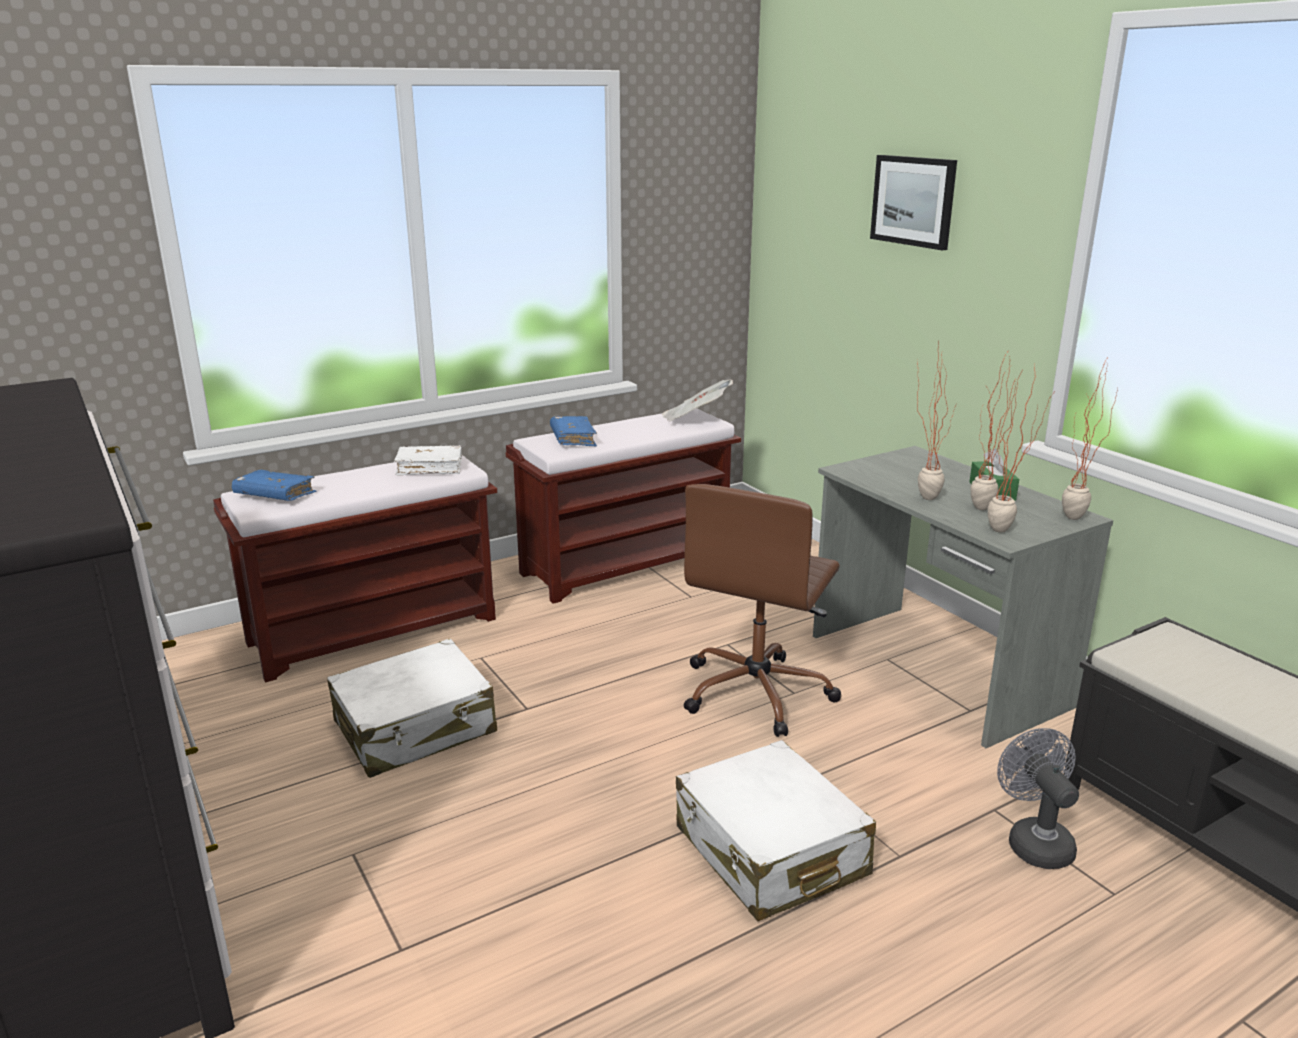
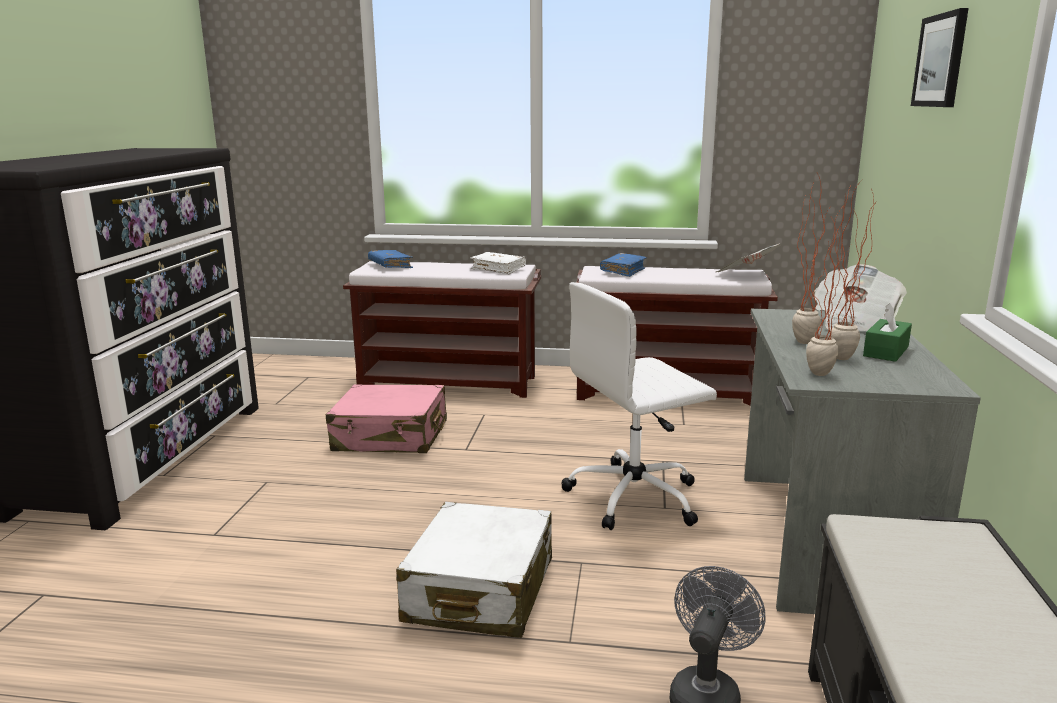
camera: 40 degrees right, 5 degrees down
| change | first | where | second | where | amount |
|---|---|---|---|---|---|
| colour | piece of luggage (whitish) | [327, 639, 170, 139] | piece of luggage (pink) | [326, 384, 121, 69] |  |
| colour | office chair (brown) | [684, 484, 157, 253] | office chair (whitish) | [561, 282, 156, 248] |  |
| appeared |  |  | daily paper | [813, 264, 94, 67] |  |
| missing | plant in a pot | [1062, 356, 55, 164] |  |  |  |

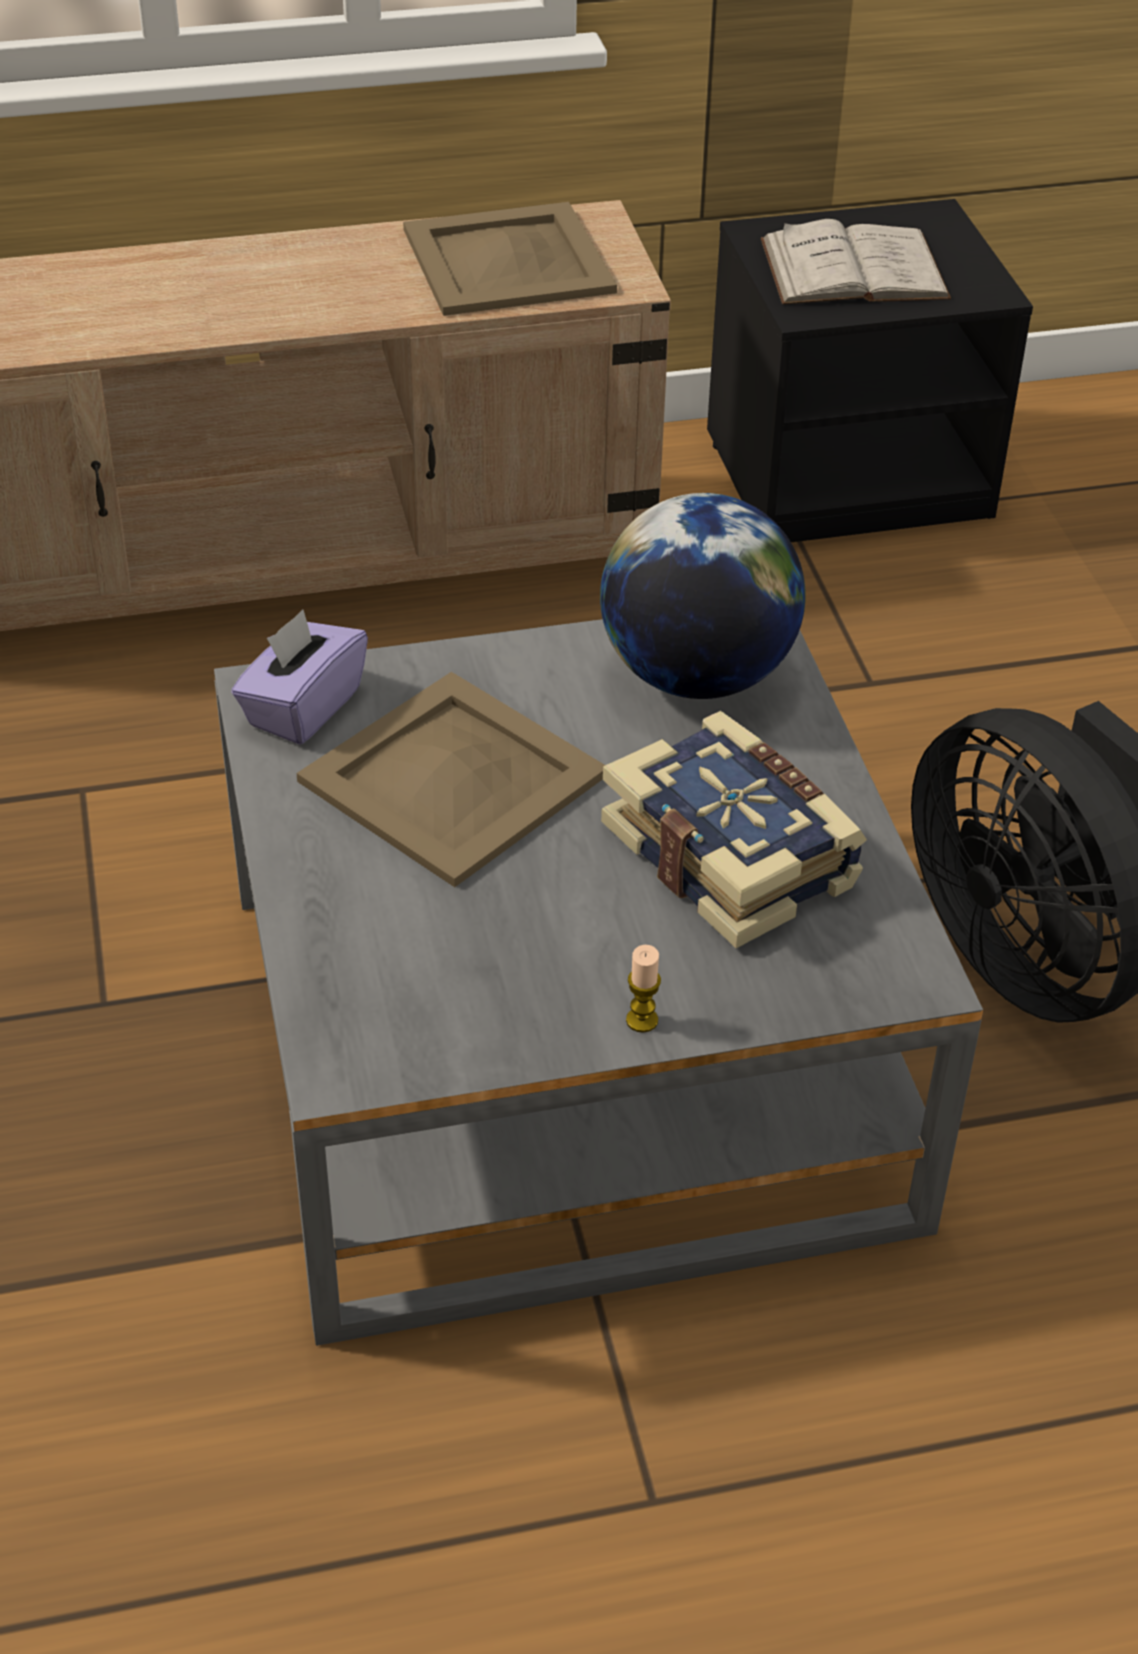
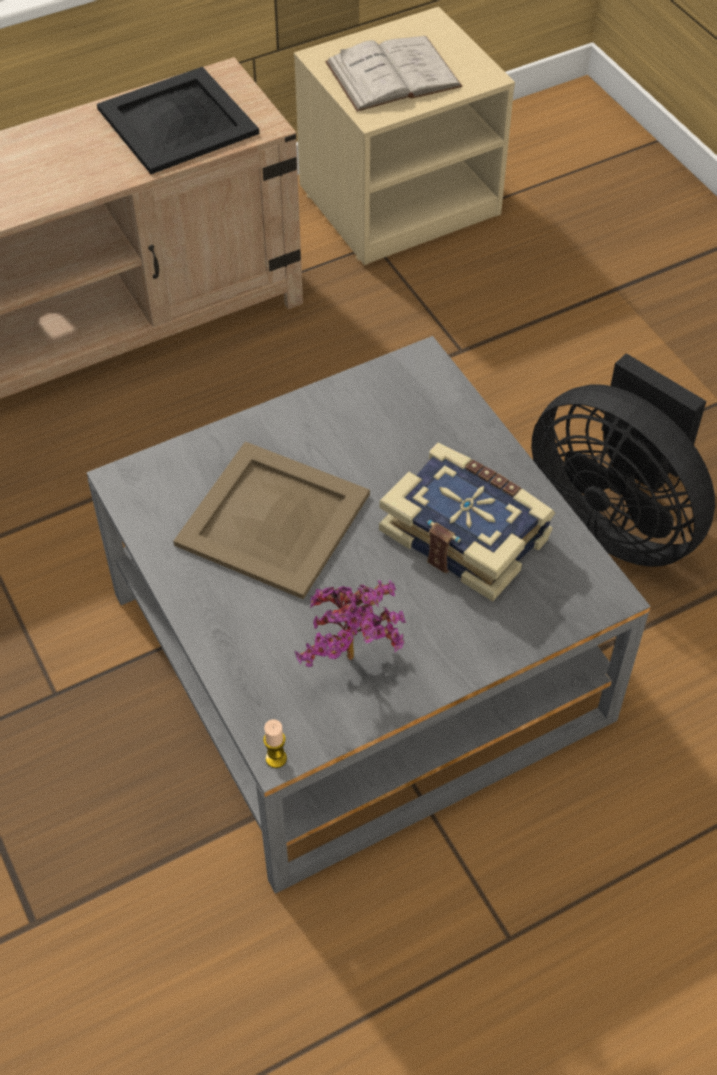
camera: 15 degrees left, 10 degrees up
| change | first | where | second | where | amount |
|---|---|---|---|---|---|
| colour | serving tray (beige-coloured) | [403, 202, 214, 114] | serving tray (blackish) | [97, 67, 162, 107] |  |
| relocated | wax light | [626, 945, 35, 88] |  | [263, 719, 24, 49] |  |
| colour | nightstand (blackish) | [707, 199, 326, 343] | nightstand (beige-coloured) | [294, 7, 221, 258] |  |
| appeared |  |  | plant in a pot | [295, 580, 111, 87] |  |
| missing | box of tissues (purple-coloured) | [231, 609, 137, 136] |  |  |  |
| missing | globe | [600, 493, 206, 206] |  |  |  |

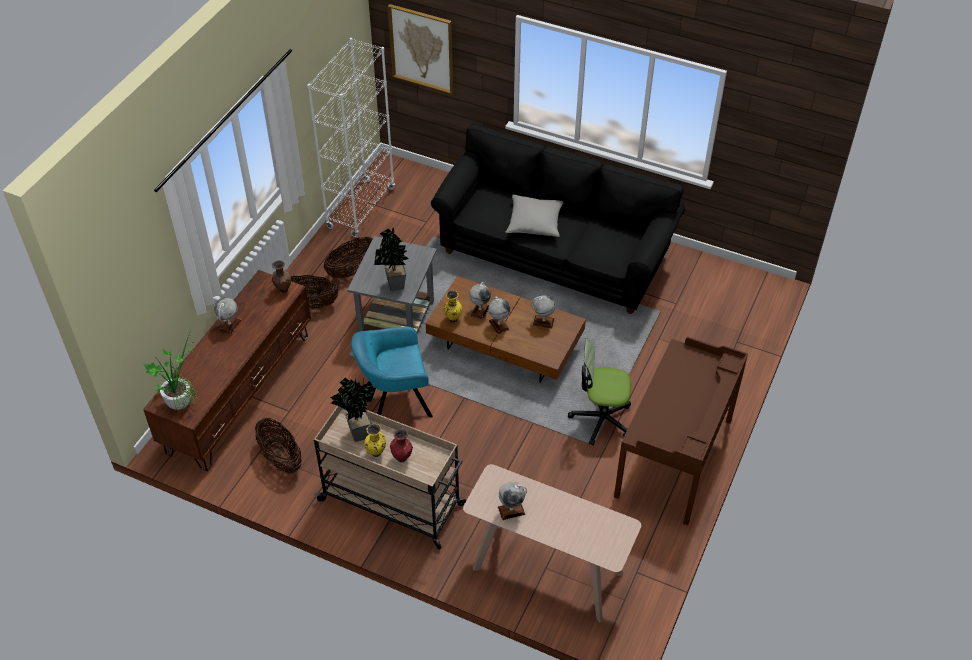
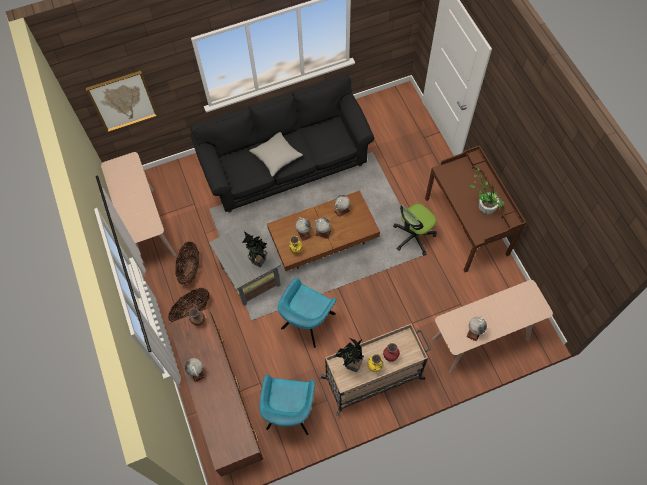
camera: 45 degrees left, 15 degrees up
| change | first | where | second | where | amount |
|---|---|---|---|---|---|
| exchanged | bookshelf (whitish) | [307, 38, 88, 199] | narrow table (beige-coloured) | [101, 152, 75, 105] |  |
| exchanged | household basket | [255, 418, 47, 56] | easy chair (blue-green) | [259, 374, 56, 61] |  |
| relocated | plant in a pot | [143, 333, 56, 78] |  | [468, 167, 37, 48] |  |

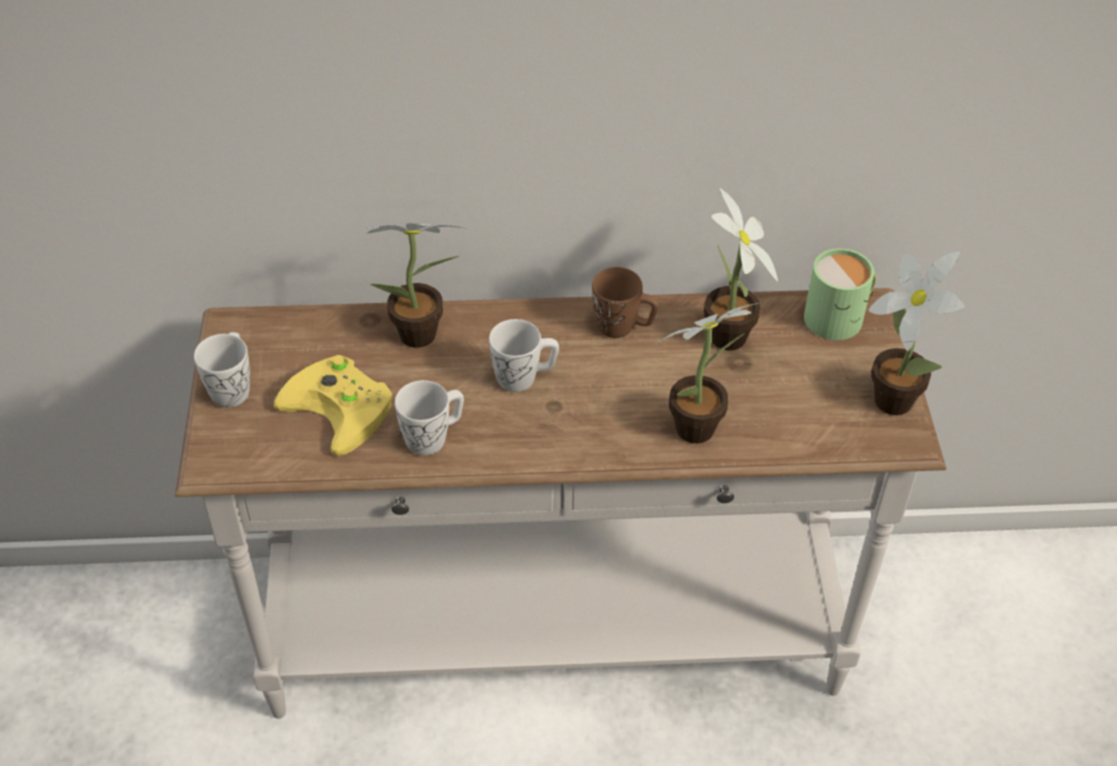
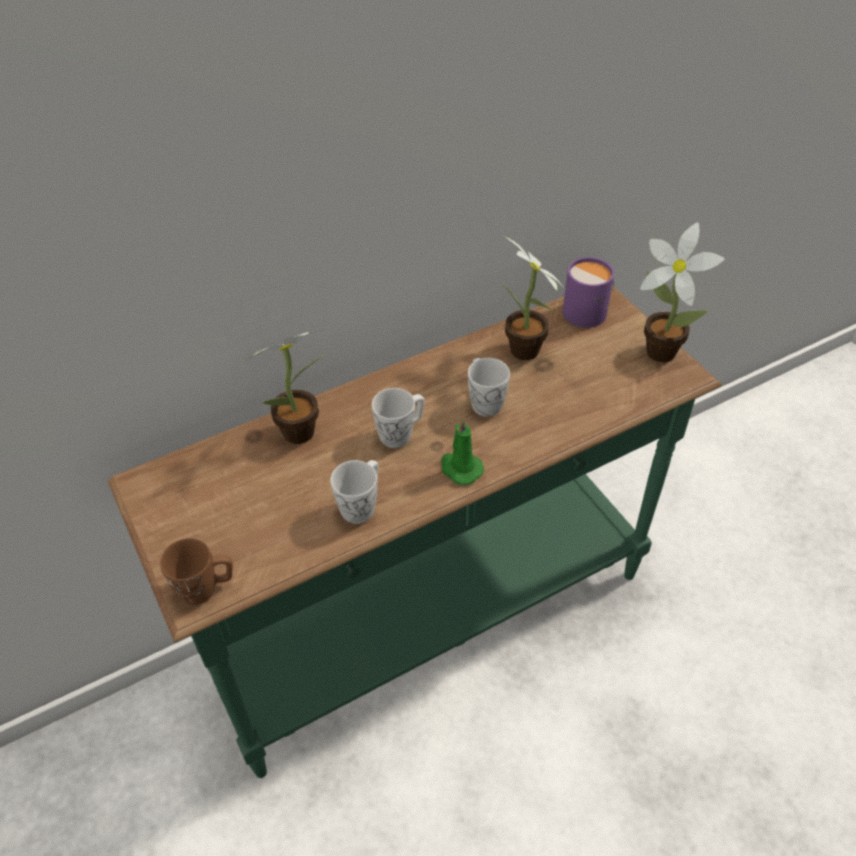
camera: 25 degrees left, 0 degrees up
| change | first | where | second | where | amount |
|---|---|---|---|---|---|
| colour | narrow table (whitish) | [175, 288, 771, 431] | narrow table (greenish) | [108, 285, 614, 493] |  |
| relocated | tea mug (brown) | [592, 267, 67, 71] |  | [160, 538, 73, 67] |  |
| appeared |  |  | wax light (greenish) | [441, 418, 43, 67] |  |
| relocated | tea mug (whitish) | [194, 332, 56, 76] |  | [468, 358, 42, 59] |  |
| colour | tea mug (greenish) | [804, 248, 73, 92] | tea mug (purple-coloured) | [562, 257, 52, 71] |  |
| missing | joypad (yellowish) | [274, 355, 118, 101] |  |  |  |
| missing | plant in a pot | [654, 303, 104, 140] |  |  |  |

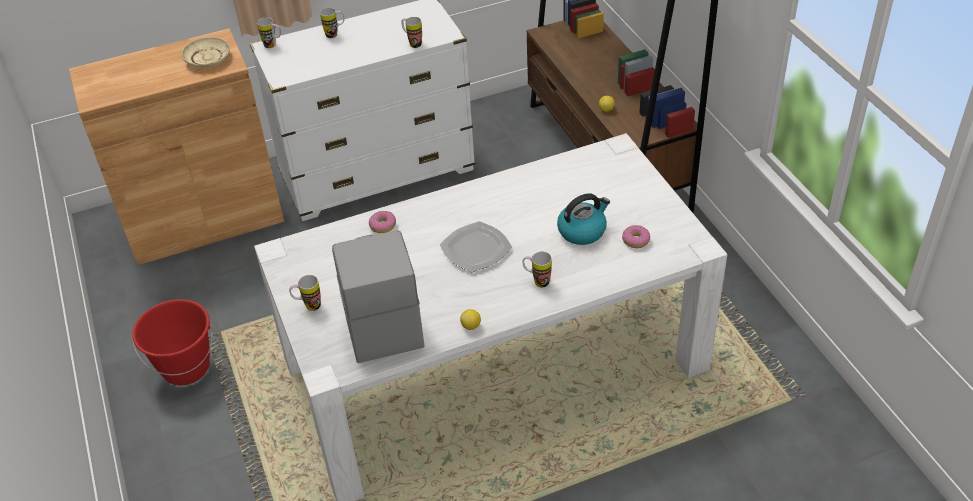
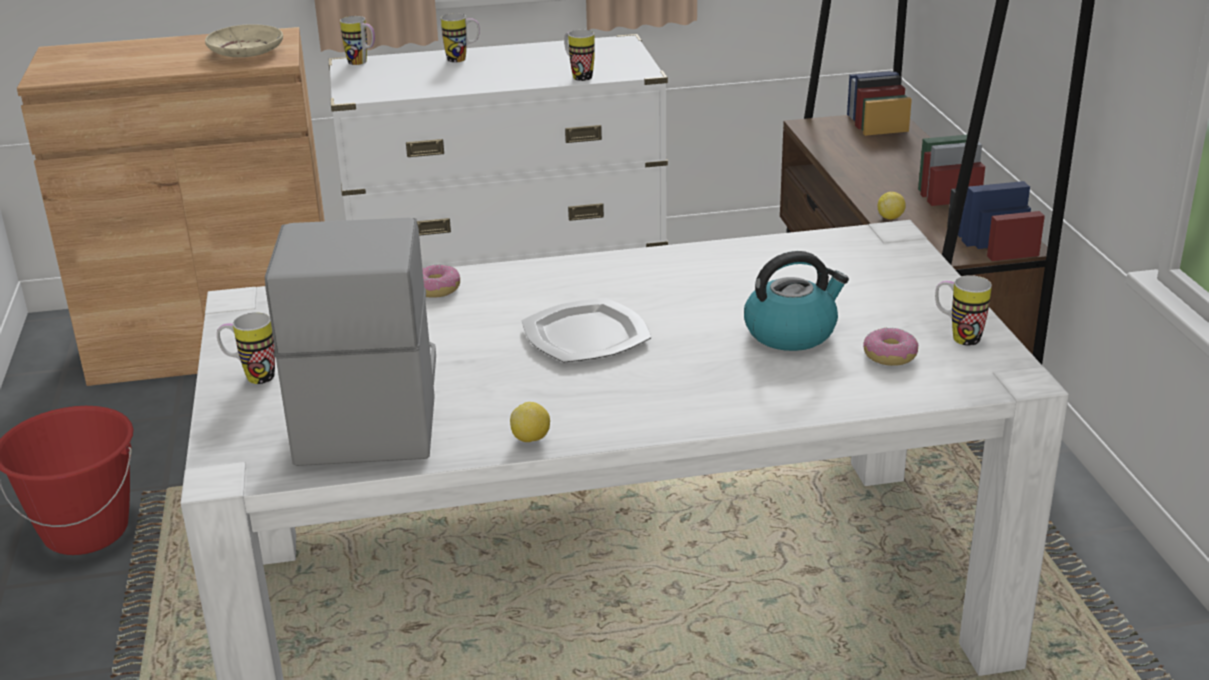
camera: 10 degrees right, 15 degrees down
| change | first | where | second | where | amount |
|---|---|---|---|---|---|
| relocated | tea mug | [523, 251, 29, 37] |  | [935, 275, 57, 71] |  |

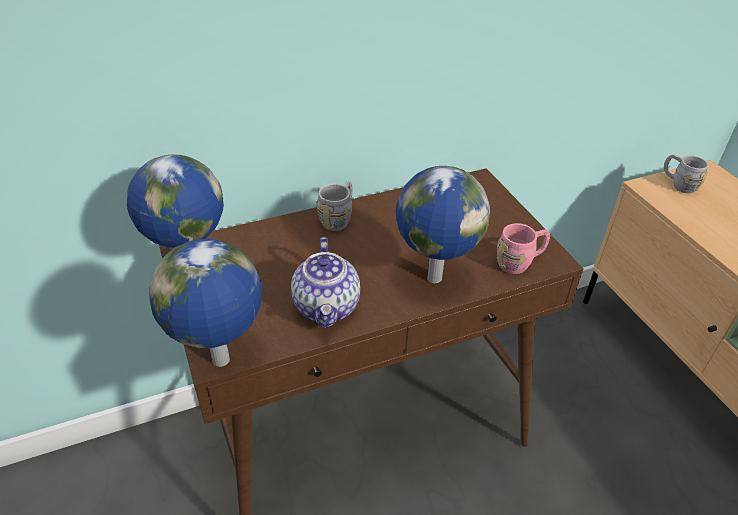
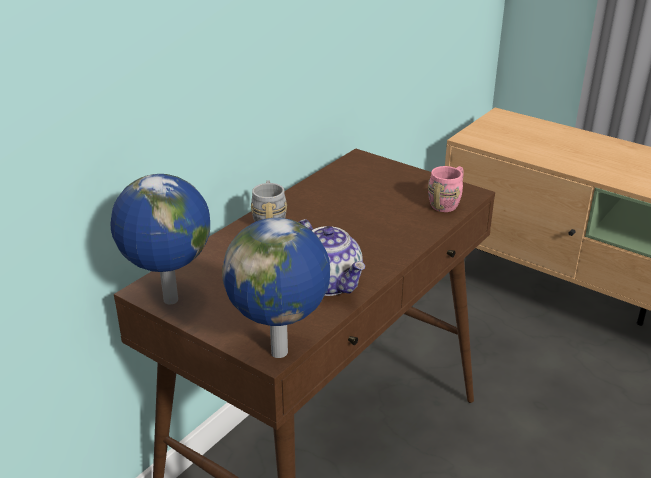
camera: 30 degrees left, 10 degrees down
| change | first | where | second | where | amount |
|---|---|---|---|---|---|
| missing | globe | [396, 166, 94, 117] |  |  |  |
| missing | tea mug (greyish) | [664, 155, 45, 38] |  |  |  |

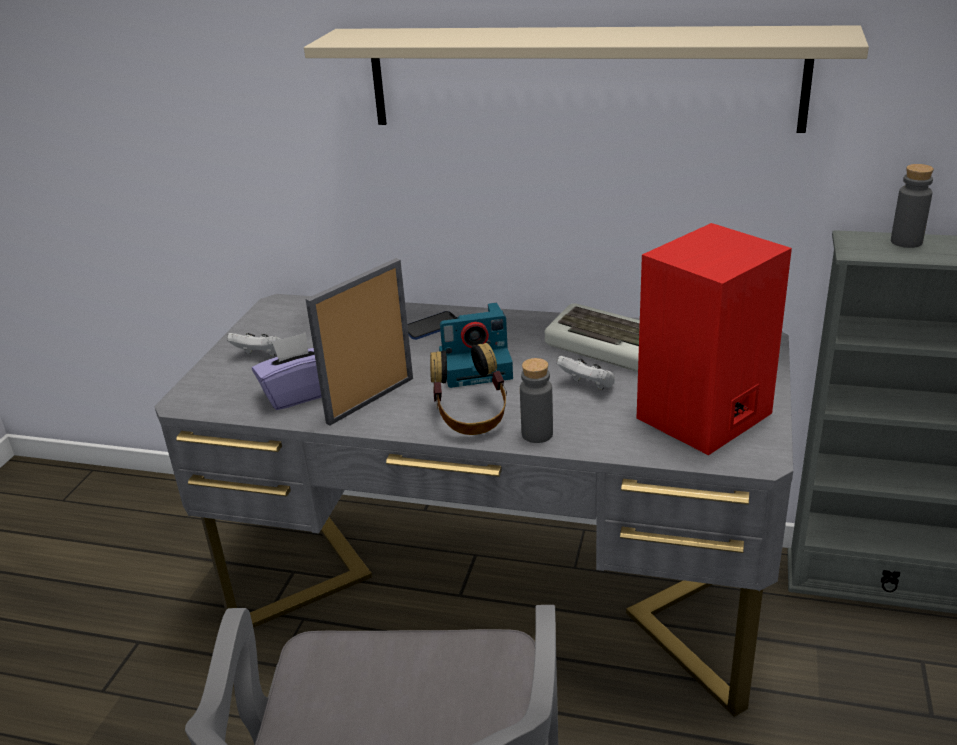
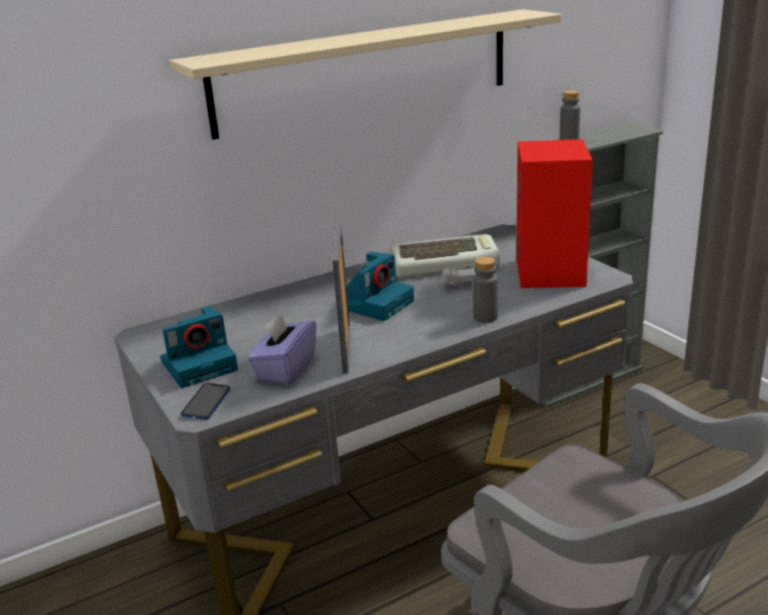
camera: 45 degrees left, 5 degrees down
| change | first | where | second | where | amount |
|---|---|---|---|---|---|
| exchanged | joypad (whitish) | [227, 333, 54, 23] | photo camera | [160, 306, 78, 82] |  |
| relocated | handset | [407, 311, 50, 29] |  | [181, 383, 49, 37] |  |
| missing | headphones | [430, 343, 77, 92] |  |  |  |

